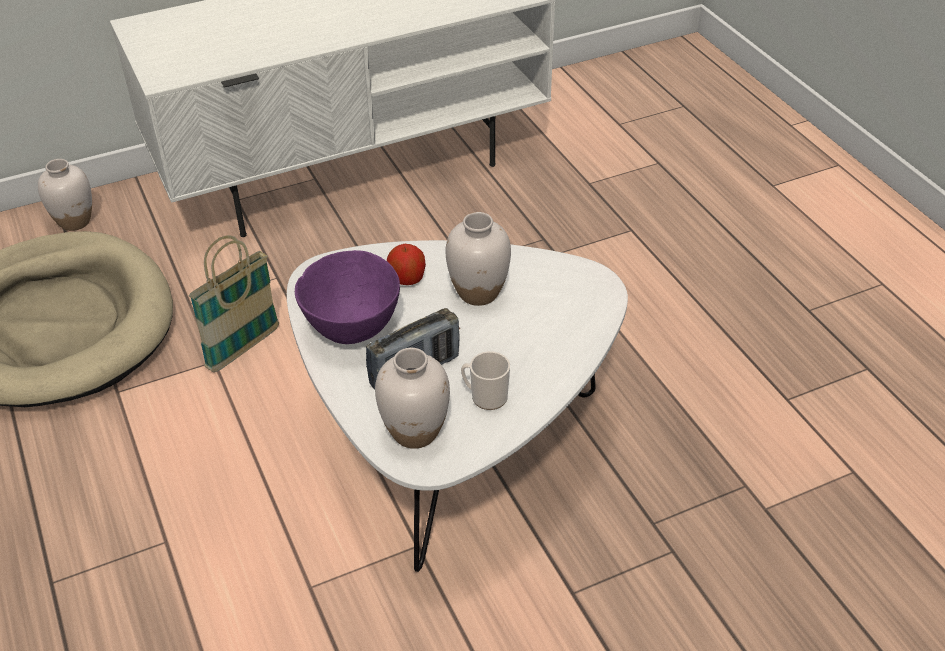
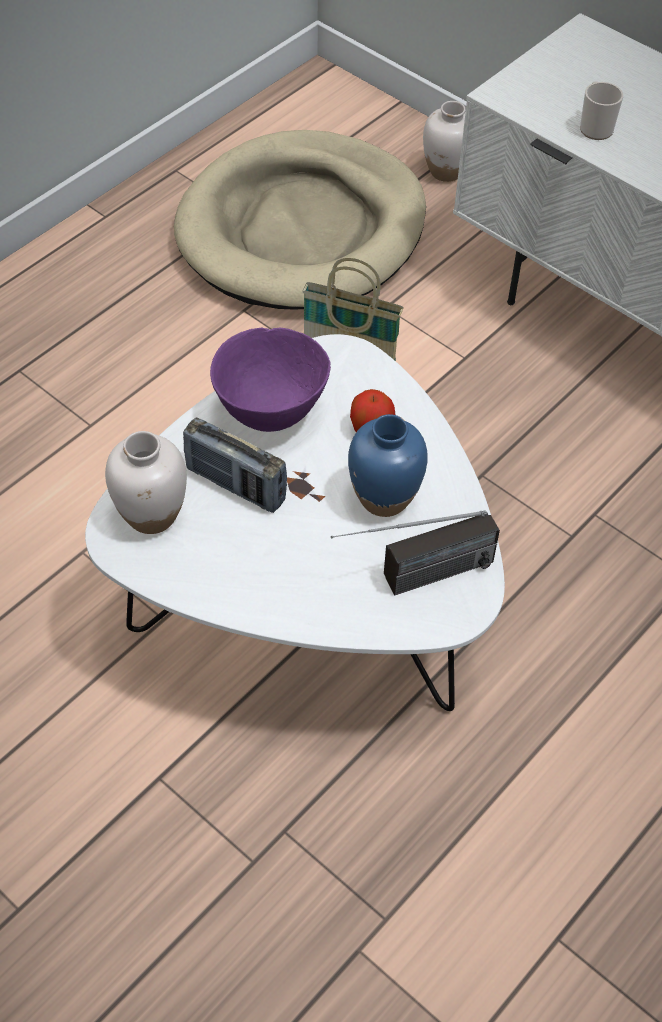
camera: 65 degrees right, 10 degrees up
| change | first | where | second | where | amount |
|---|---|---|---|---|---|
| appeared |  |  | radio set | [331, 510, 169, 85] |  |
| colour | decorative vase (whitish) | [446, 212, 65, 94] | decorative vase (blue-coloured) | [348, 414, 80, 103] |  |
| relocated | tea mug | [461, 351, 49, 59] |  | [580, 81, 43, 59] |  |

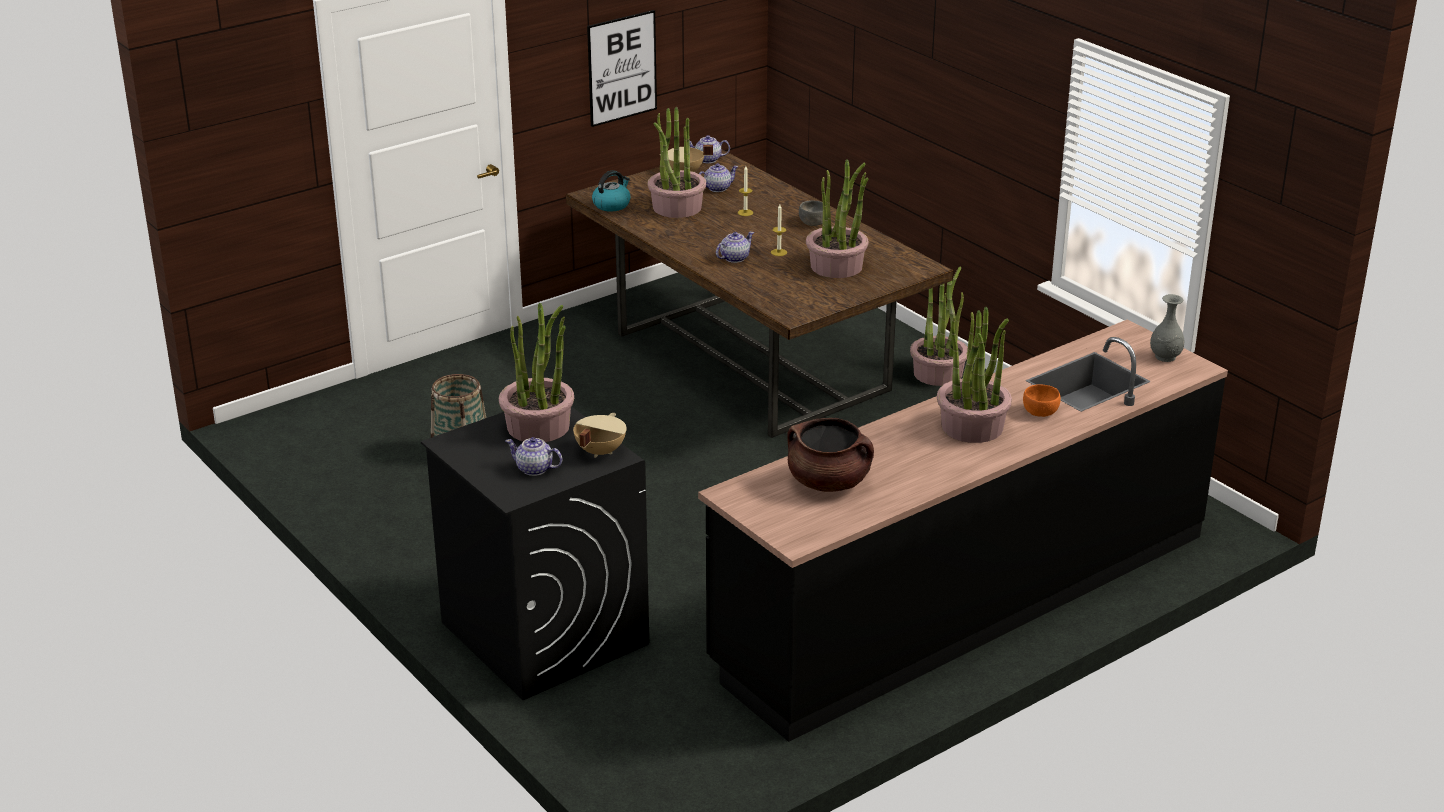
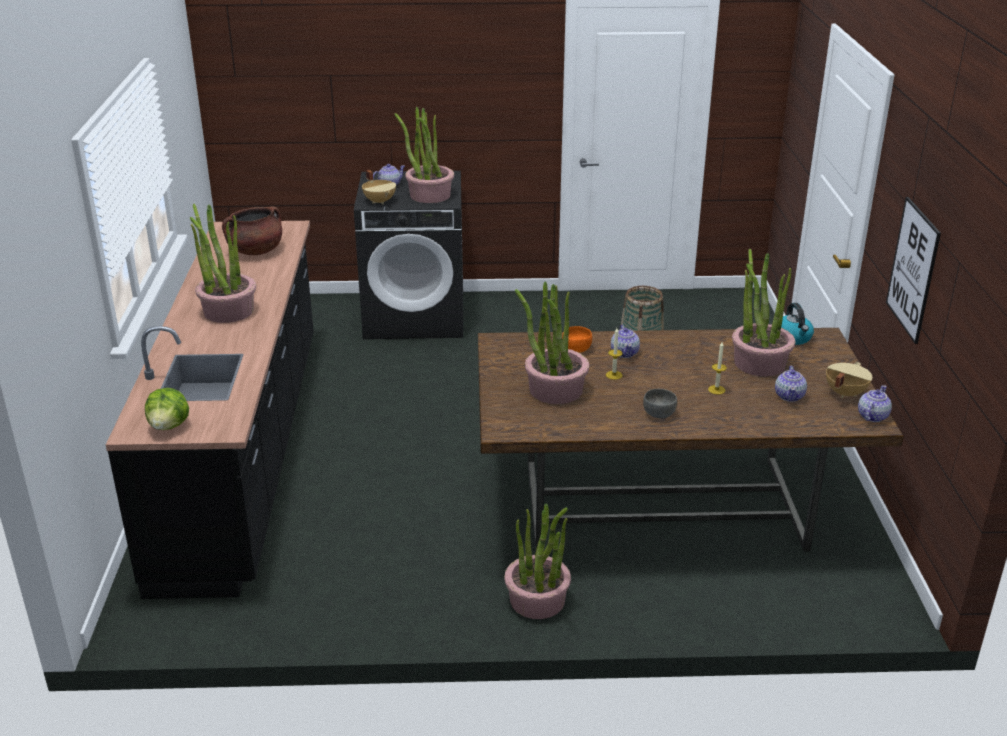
camera: 125 degrees right, 0 degrees up
| change | first | where | second | where | amount |
|---|---|---|---|---|---|
| exchanged | decorative vase (greyish) | [1150, 294, 34, 68] | lettuce | [145, 388, 44, 42] |  |
| relocated | bowl (orange) | [1023, 385, 38, 32] |  | [562, 326, 30, 27] |  |

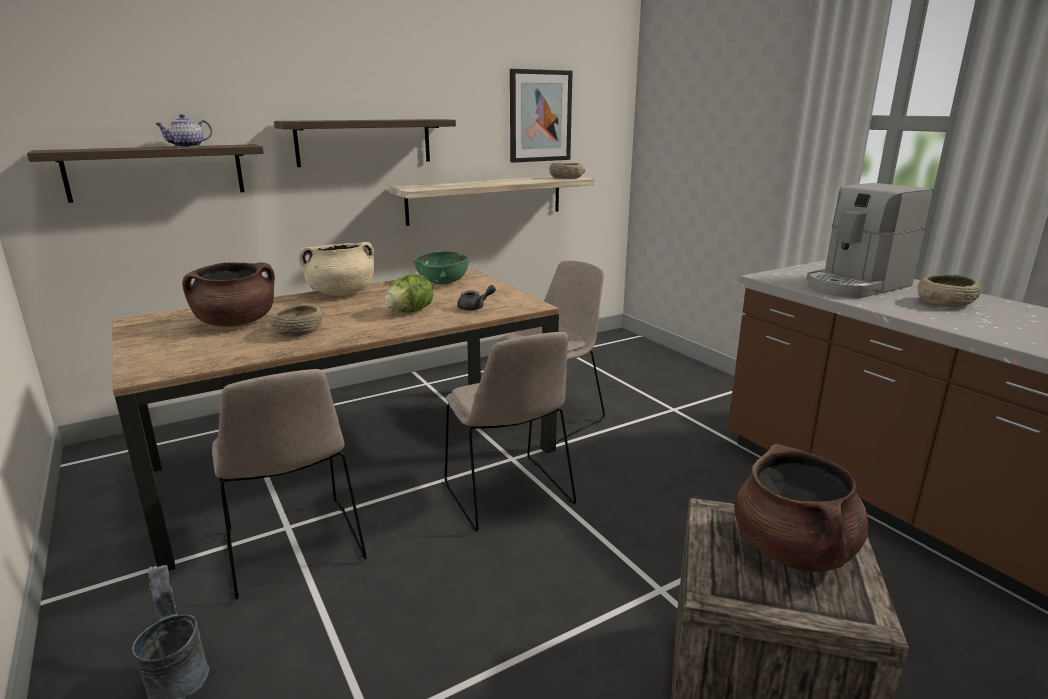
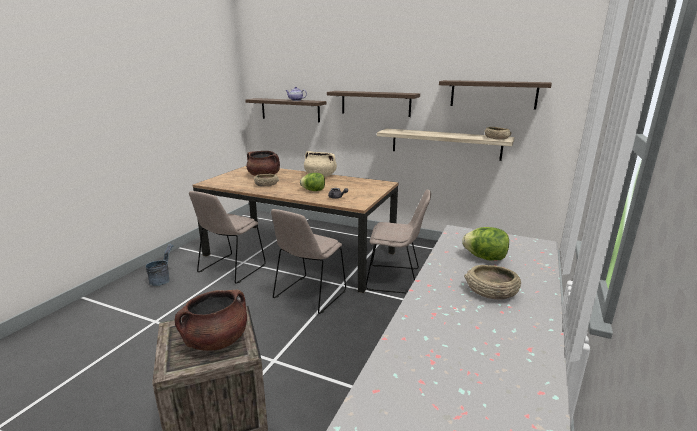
camera: 55 degrees right, 0 degrees up
| change | first | where | second | where | amount |
|---|---|---|---|---|---|
| exchanged | wall picture | [510, 69, 63, 94] | wall shelf | [439, 80, 113, 30] |  |
| exchanged | coffee machine | [806, 183, 127, 115] | lettuce | [462, 227, 47, 34] |  |
| missing | bowl (greenish) | [414, 251, 54, 34] |  |  |  |

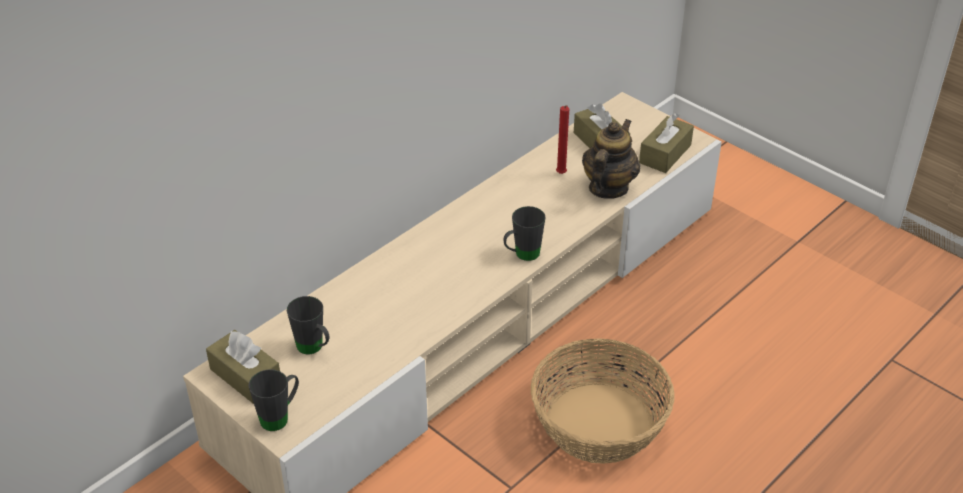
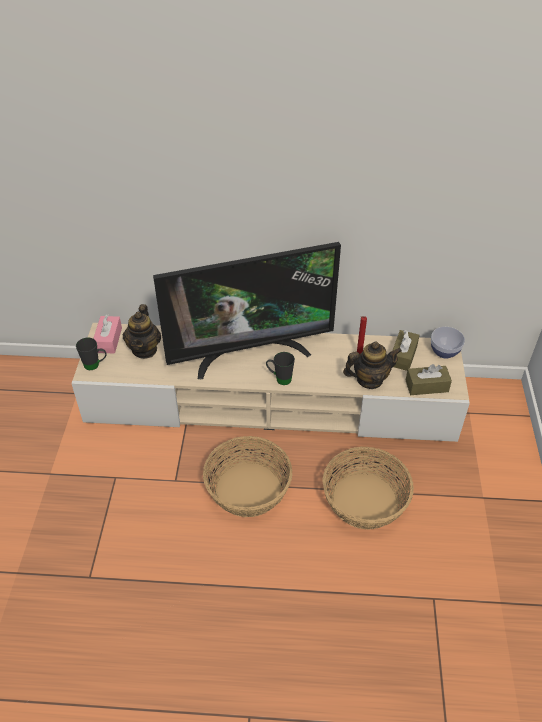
camera: 50 degrees right, 5 degrees up
| change | first | where | second | where | amount |
|---|---|---|---|---|---|
| colour | box of tissues (brown) | [206, 330, 74, 74] | box of tissues (pink) | [93, 314, 29, 40] |  |
| exchanged | tea mug (blackish) | [287, 296, 43, 58] | pot for tea | [123, 304, 38, 55] |  |
| appeared |  |  | television | [153, 242, 188, 137] |  |
| appeared |  |  | household basket | [322, 447, 92, 82] |  |
| appeared |  |  | bowl | [431, 327, 34, 32] |  |

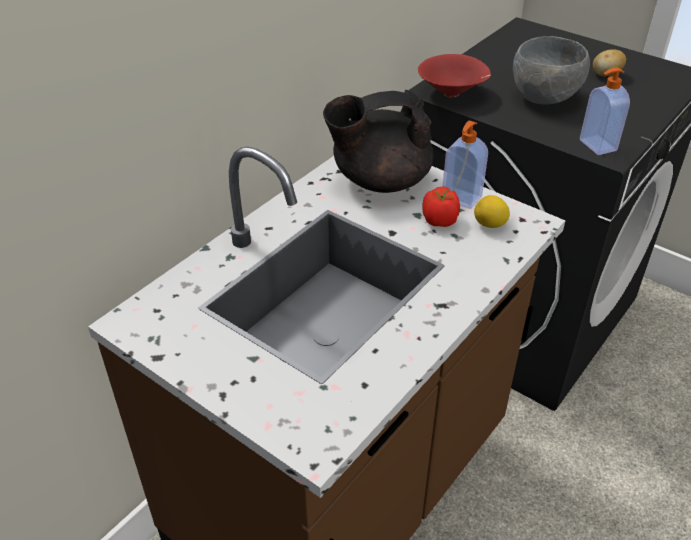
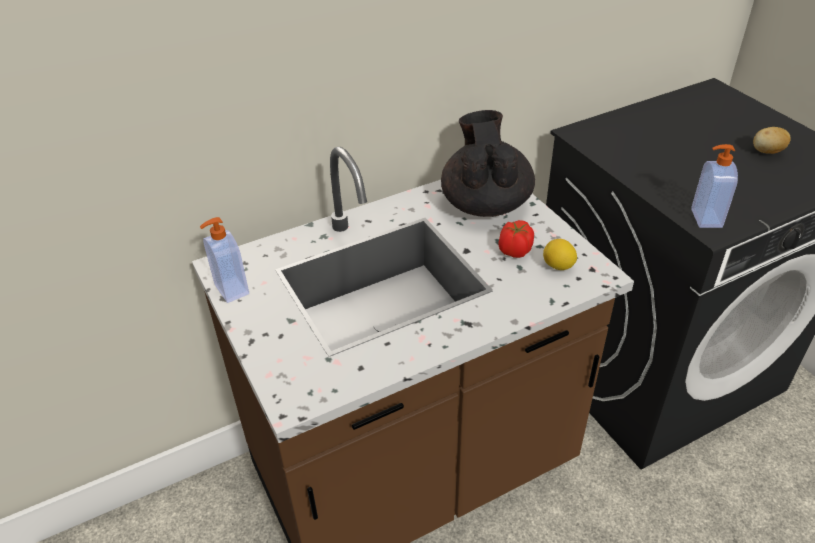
camera: 25 degrees right, 0 degrees up
| change | first | where | second | where | amount |
|---|---|---|---|---|---|
| relocated | soap bottle | [442, 121, 46, 88] |  | [200, 217, 49, 86] |  |
| spun | pot for tea (blackish) | [323, 90, 111, 103] |  | [441, 110, 94, 107] | 75 degrees clockwise |
| missing | bowl (red-coloured) | [418, 54, 73, 44] |  |  |  |
| missing | bowl (greyish) | [513, 36, 77, 69] |  |  |  |

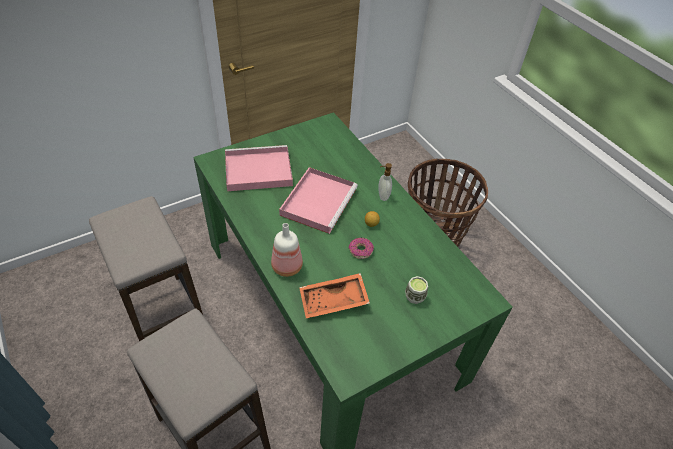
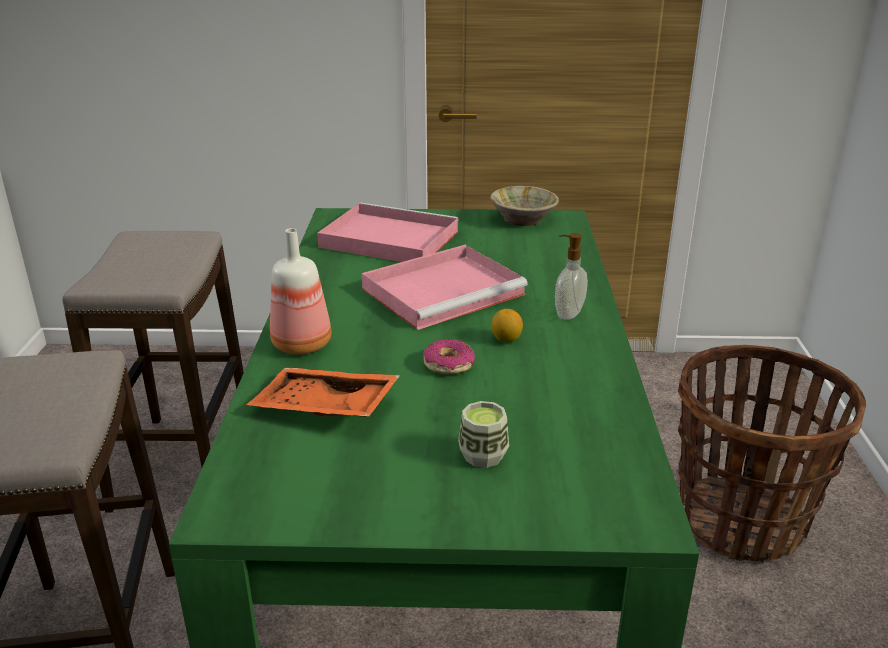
camera: 35 degrees right, 20 degrees down
| change | first | where | second | where | amount |
|---|---|---|---|---|---|
| appeared |  |  | bowl (beige-coloured) | [490, 186, 69, 40] |  |

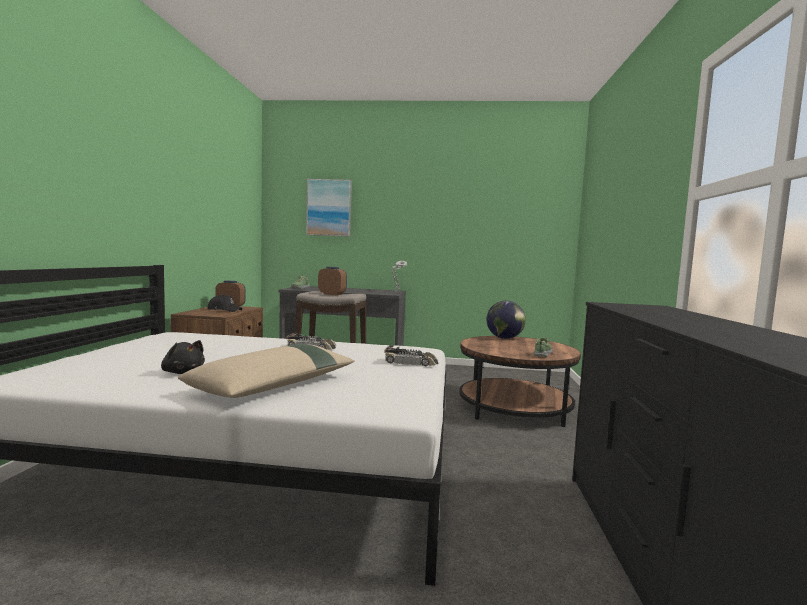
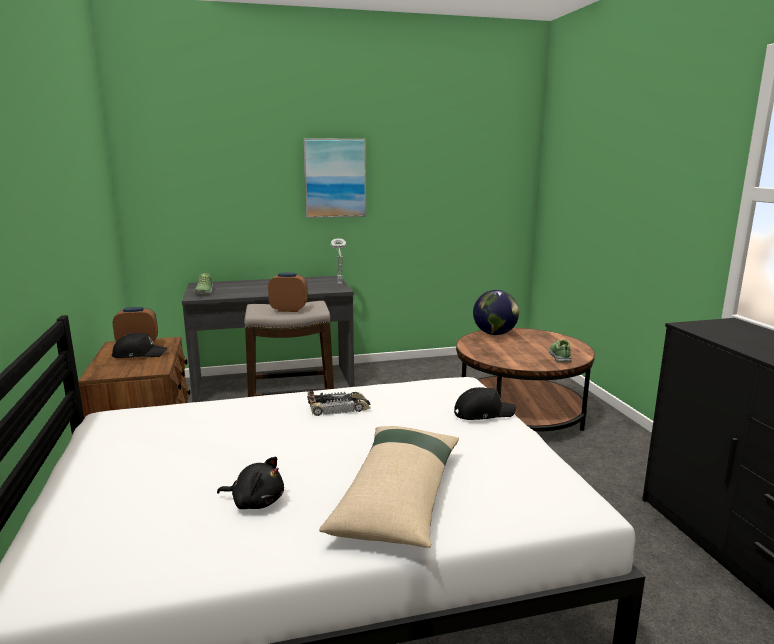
camera: 20 degrees left, 10 degrees up
| change | first | where | second | where | amount |
|---|---|---|---|---|---|
| relocated | wall picture | [306, 179, 46, 58] |  | [303, 138, 63, 80] |  |
| exchanged | toy car | [384, 345, 55, 21] | baseball cap (blackish) | [454, 387, 62, 33] |  |

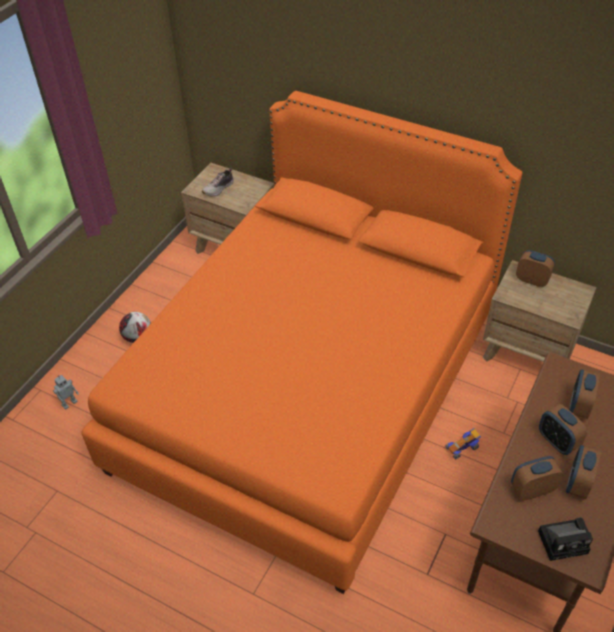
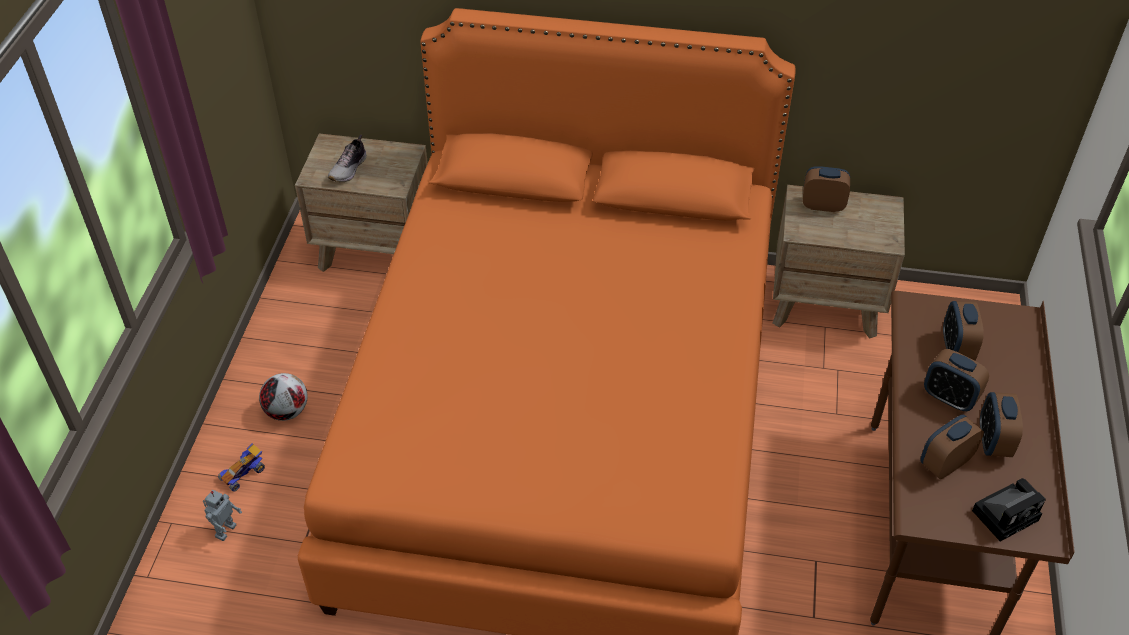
camera: 20 degrees left, 0 degrees up
| change | first | where | second | where | amount |
|---|---|---|---|---|---|
| relocated | toy car | [445, 428, 36, 31] |  | [218, 443, 47, 49] |  |

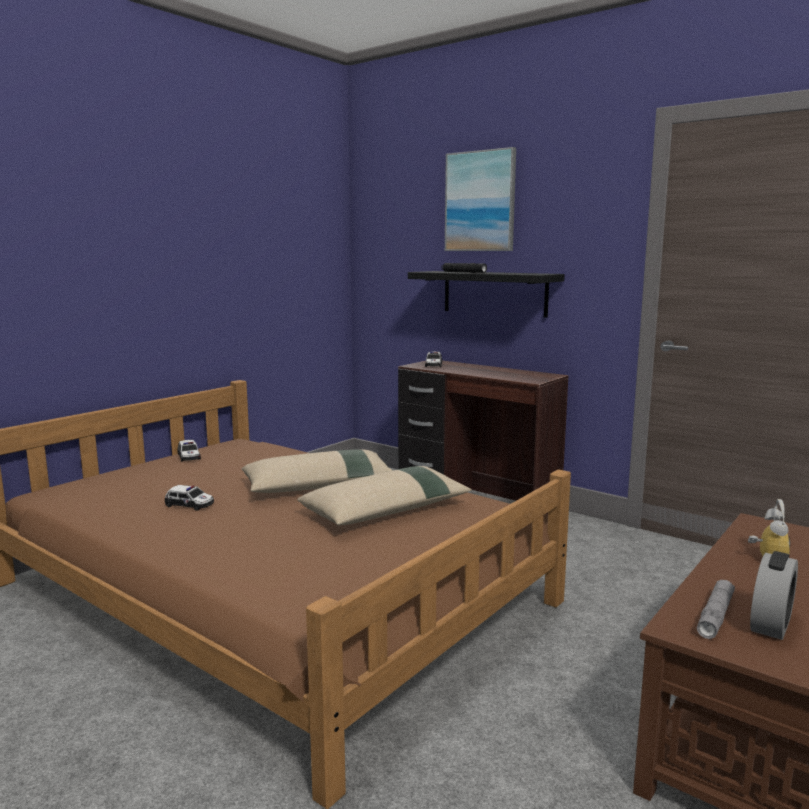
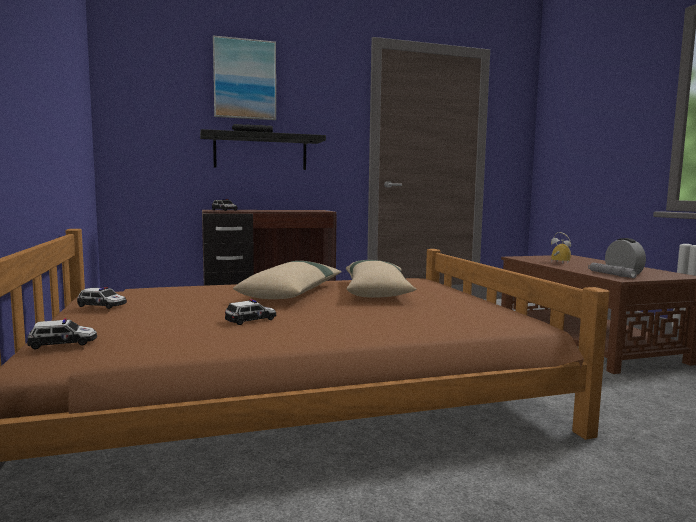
camera: 55 degrees left, 5 degrees down
| change | first | where | second | where | amount |
|---|---|---|---|---|---|
| appeared |  |  | toy car | [27, 318, 70, 31] |  |

